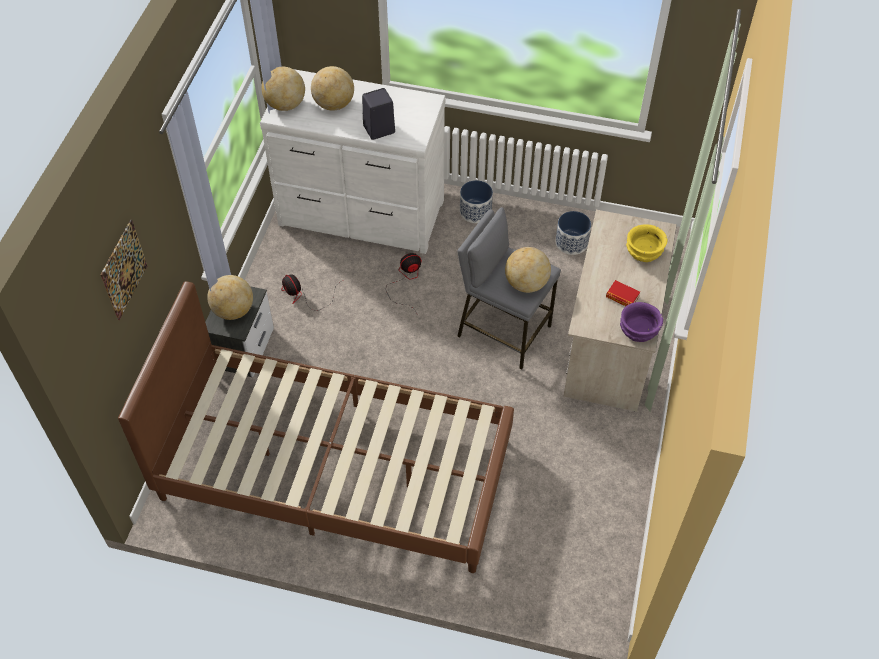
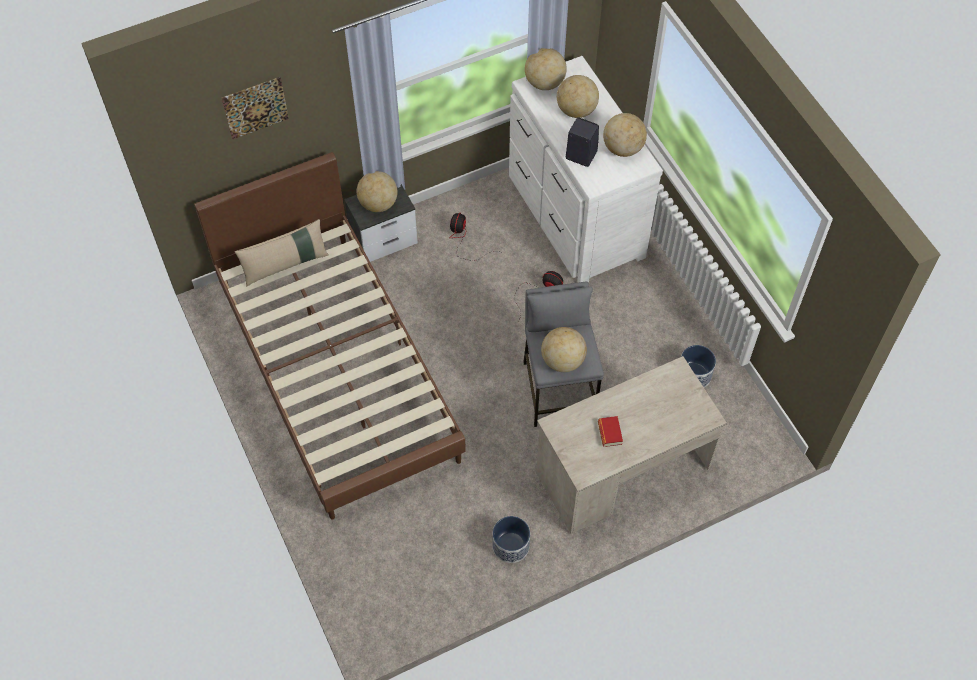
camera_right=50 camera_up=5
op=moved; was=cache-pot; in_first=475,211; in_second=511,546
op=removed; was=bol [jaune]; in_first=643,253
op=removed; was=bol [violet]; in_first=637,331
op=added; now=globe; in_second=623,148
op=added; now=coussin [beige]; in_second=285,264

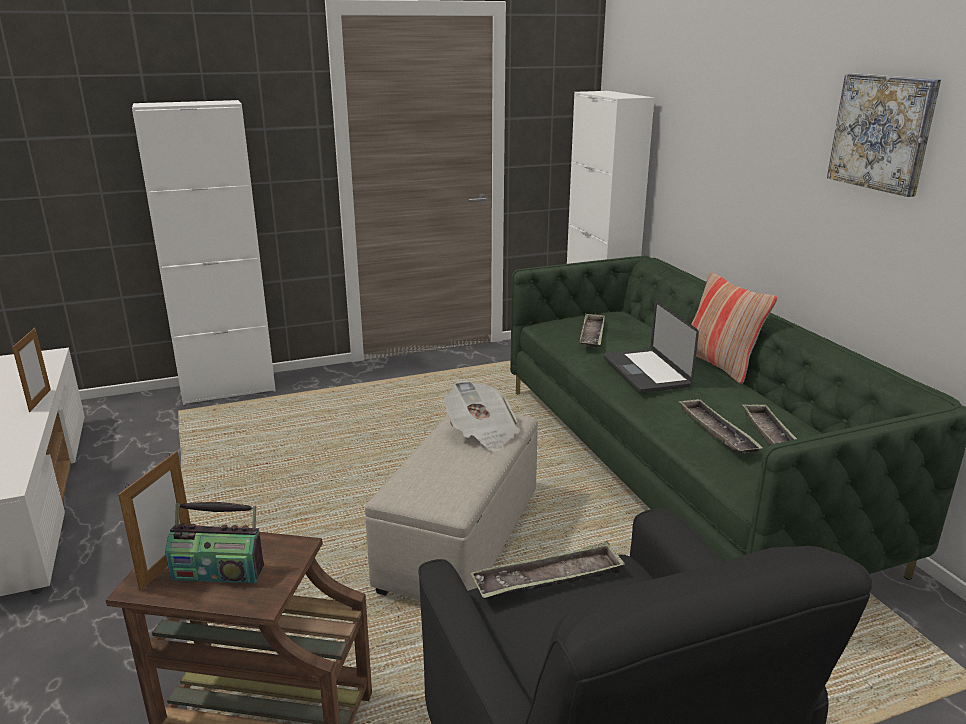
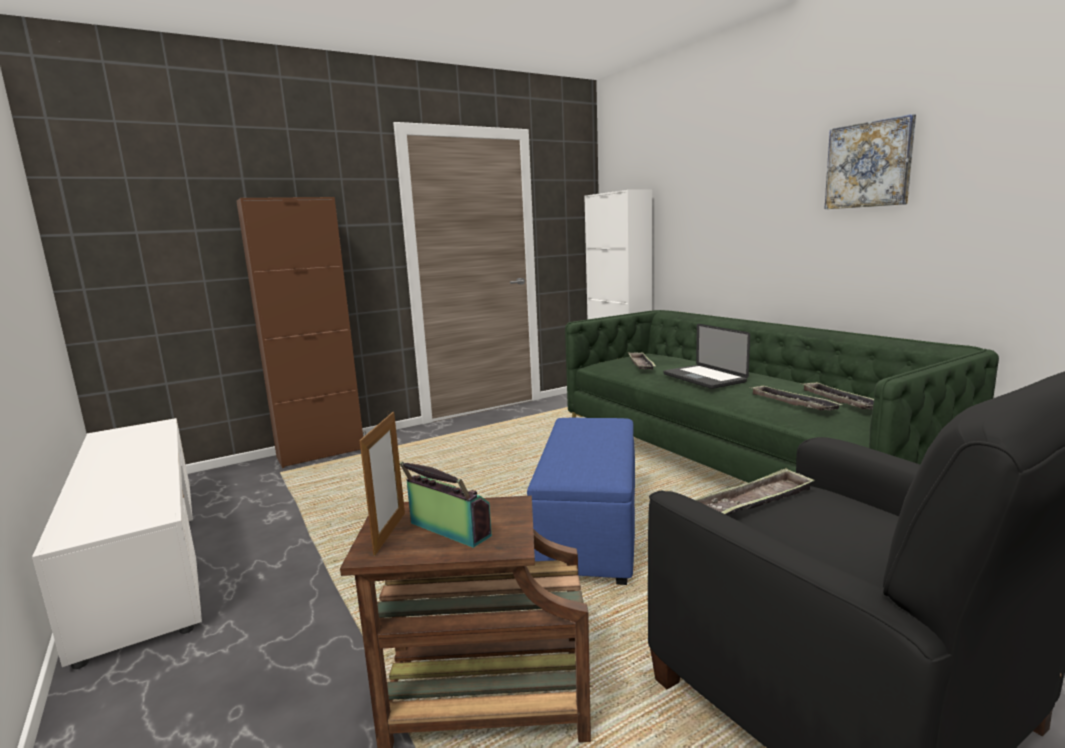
camera_right=-10 camera_up=-10
op=recoloured; was=meuble de rangement [blanc]; now=meuble de rangement [marron]; in_first=228,390; in_second=321,453
op=removed; was=coussin; in_first=719,364
op=removed; was=cadre photo; in_first=40,400
op=removed; was=journal; in_first=482,433
op=recoloured; was=pouf [beige]; now=pouf [bleu]; in_first=460,542; in_second=589,532
op=turned; was=radio; in_first=219,571; in_second=448,530; clockwise=-135

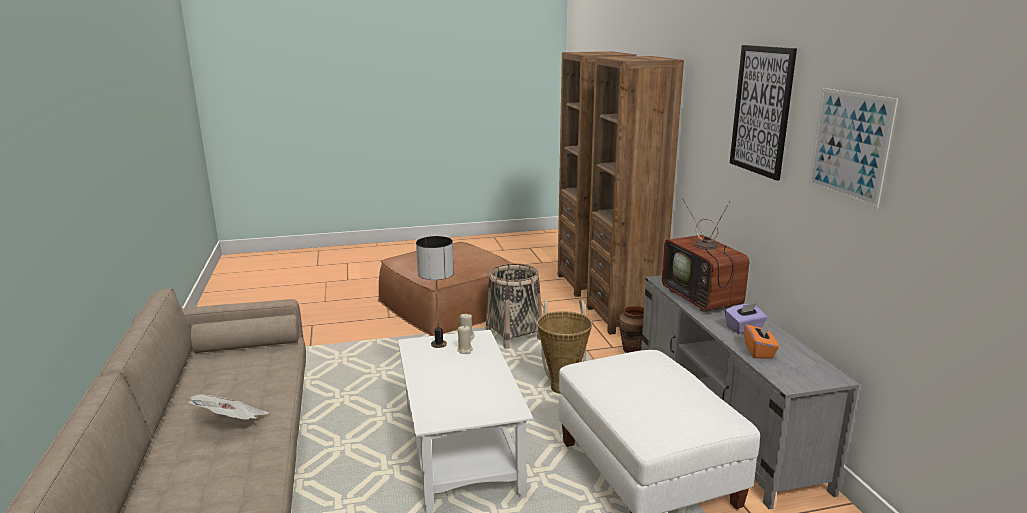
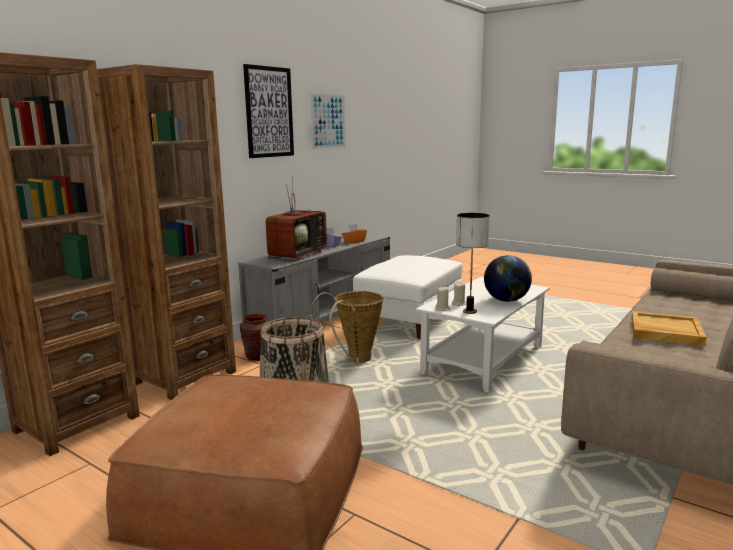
camera_right=-130 camera_up=-5
op=replaced; was=journal; now=plateau [beige]; in_first=232,423; in_second=665,331
op=added; now=globe; in_second=506,300

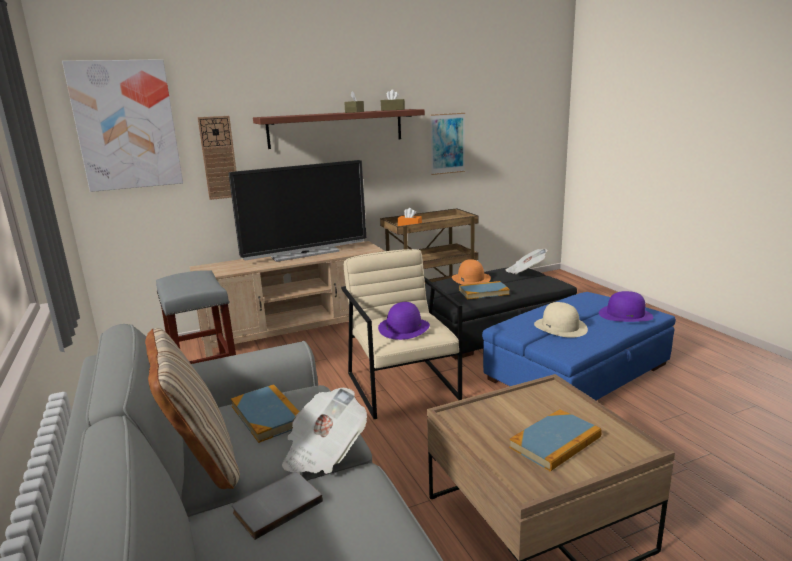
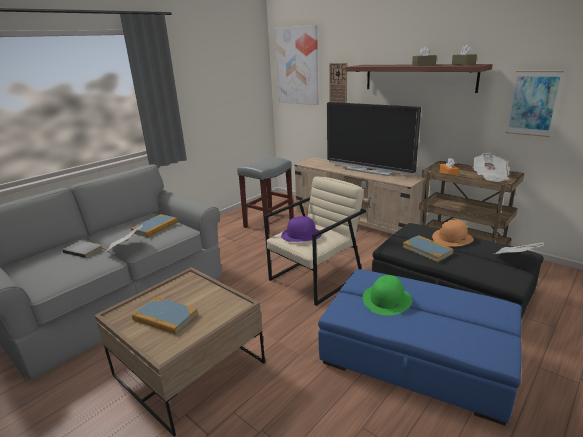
camera_right=65 camera_up=5
op=removed; was=chapeau [violet]; in_first=625,314
op=recoloured; was=chapeau [beige]; now=chapeau [vert]; in_first=560,327; in_second=387,300
op=removed; was=coussin [beige]; in_first=201,460
op=added; now=journal; in_second=489,177

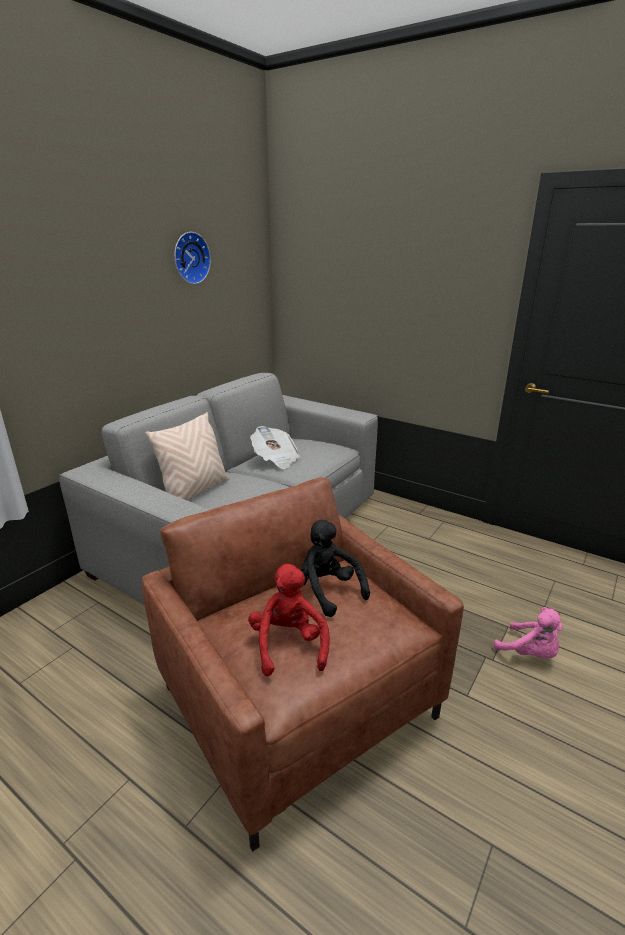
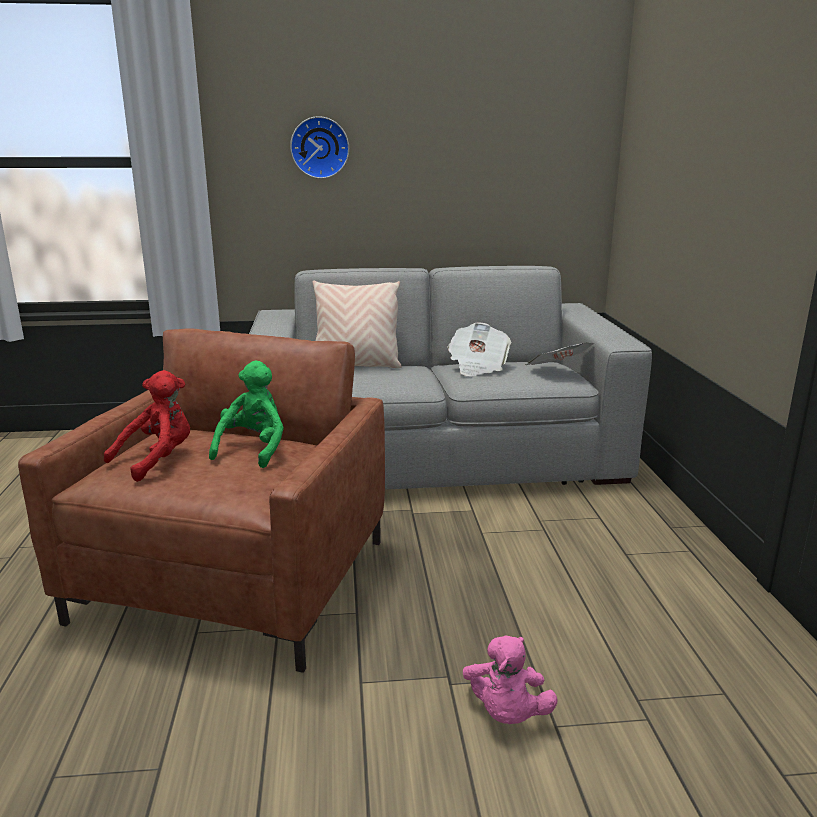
camera_right=50 camera_up=-5
op=moved; was=horloge murale; in_first=190,258; in_second=320,147
op=recoloured; was=peluche [noir]; now=peluche [vert]; in_first=327,591; in_second=253,449
op=added; now=journal; in_second=557,371

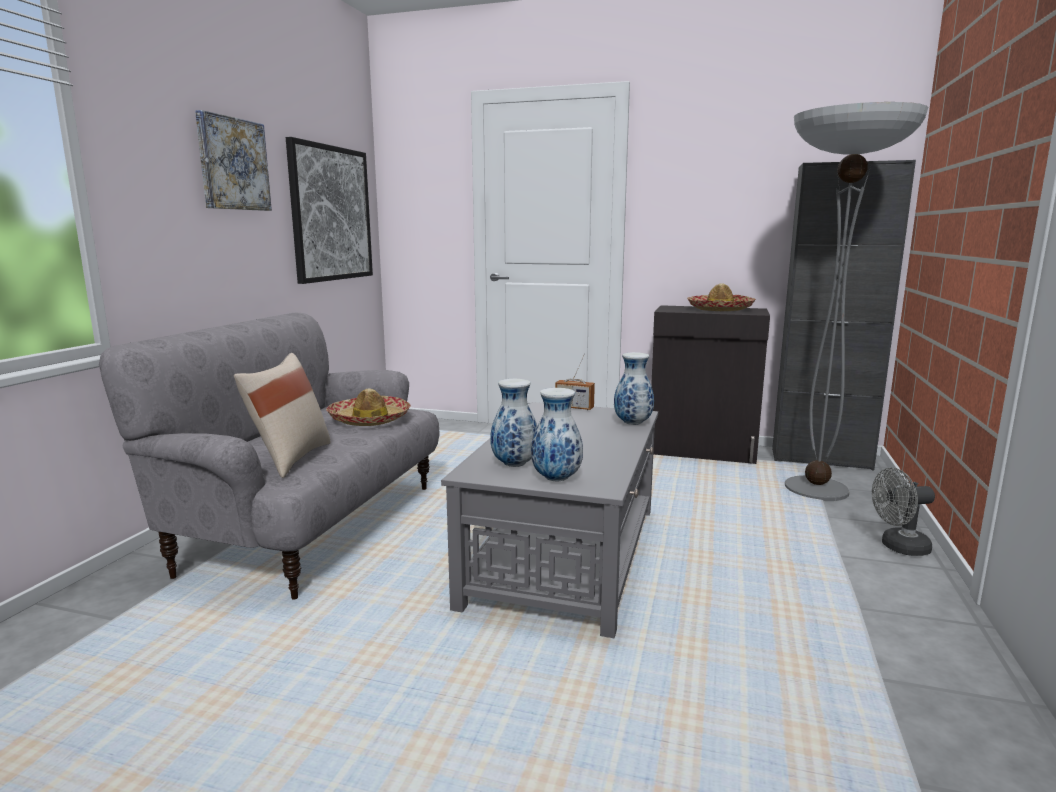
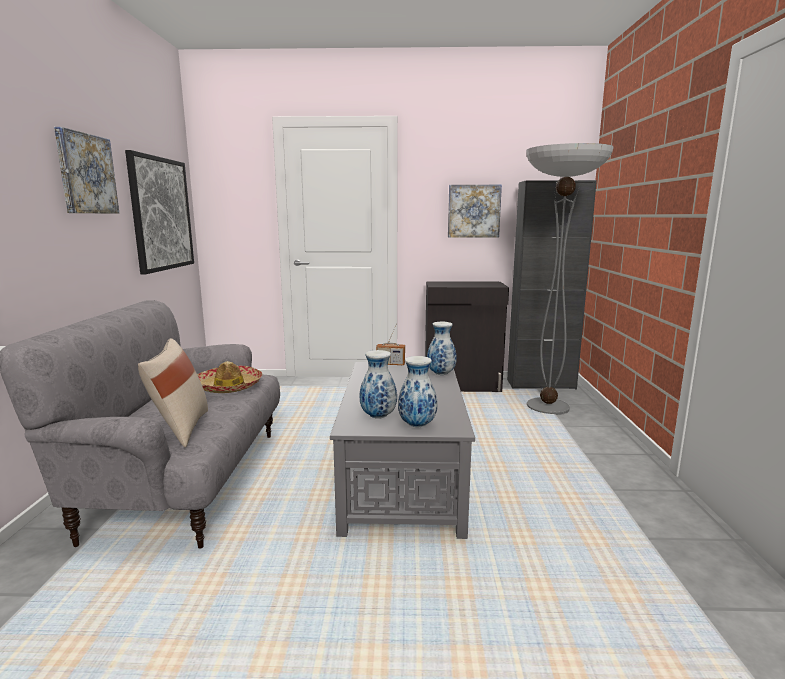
camera_right=-15 camera_up=0
op=removed; was=chapeau; in_first=720,309
op=removed; was=ventilateur [gris]; in_first=898,547
op=added; now=tableau; in_second=473,211

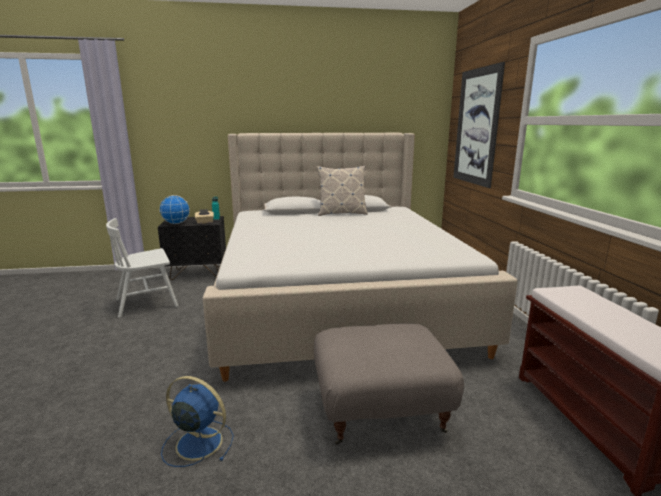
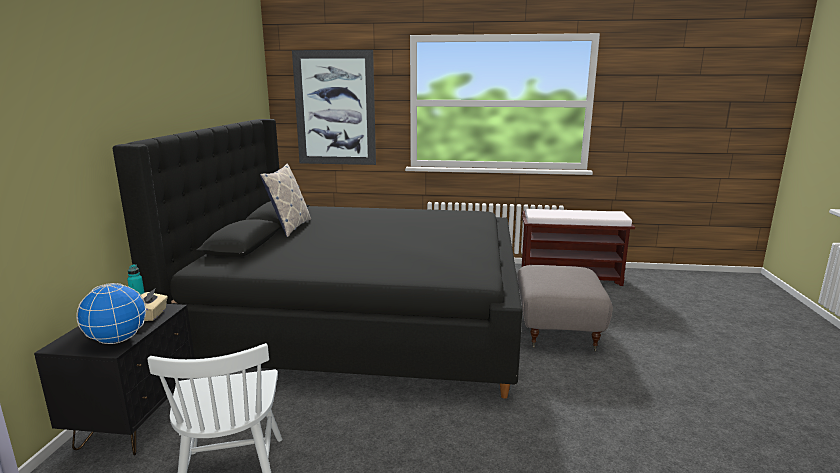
camera_right=-75 camera_up=0
op=recoloured; was=lit [beige]; now=lit [noir]; in_first=339,301; in_second=360,319
op=removed; was=ventilateur [bleu]; in_first=197,442

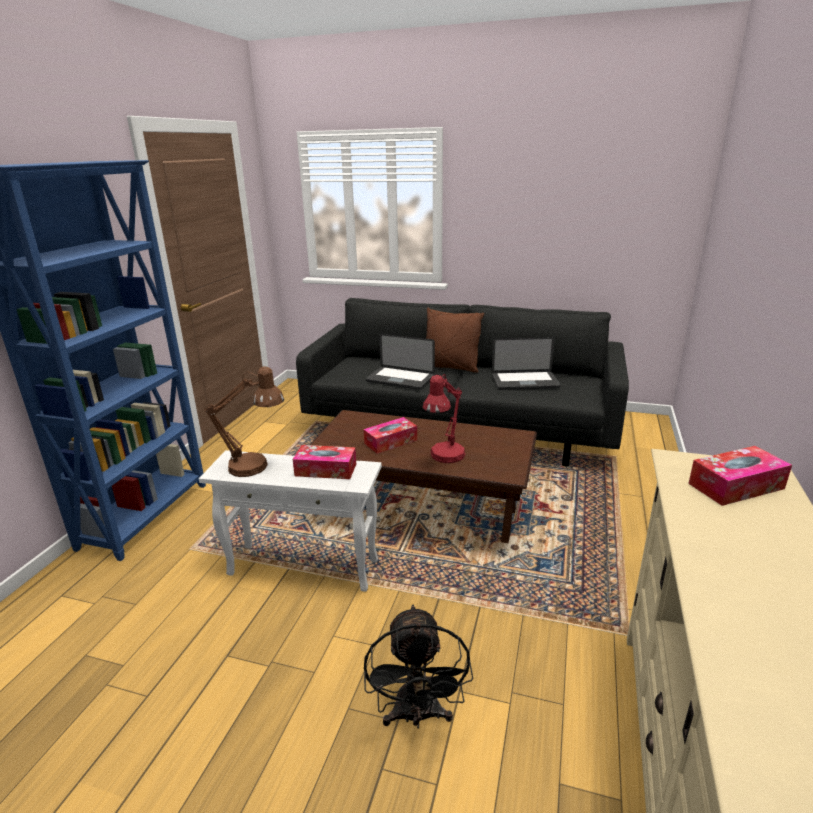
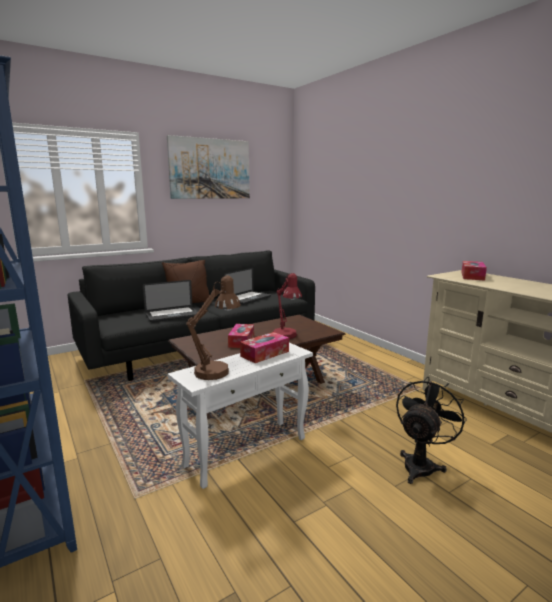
camera_right=-50 camera_up=-10
op=turned; was=ventilateur [noir]; in_first=417,716; in_second=421,464; clockwise=-90
op=added; now=tableau; in_second=210,169

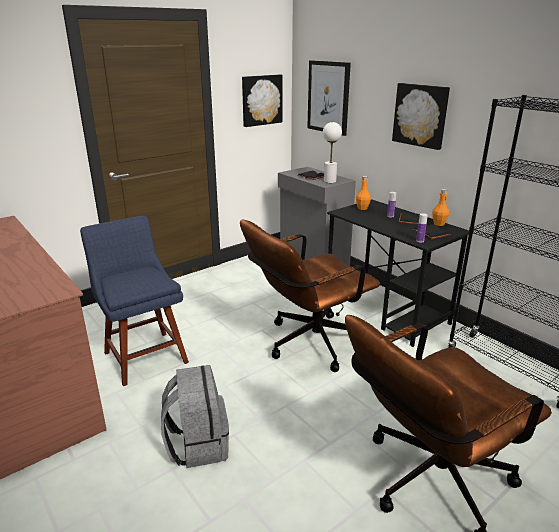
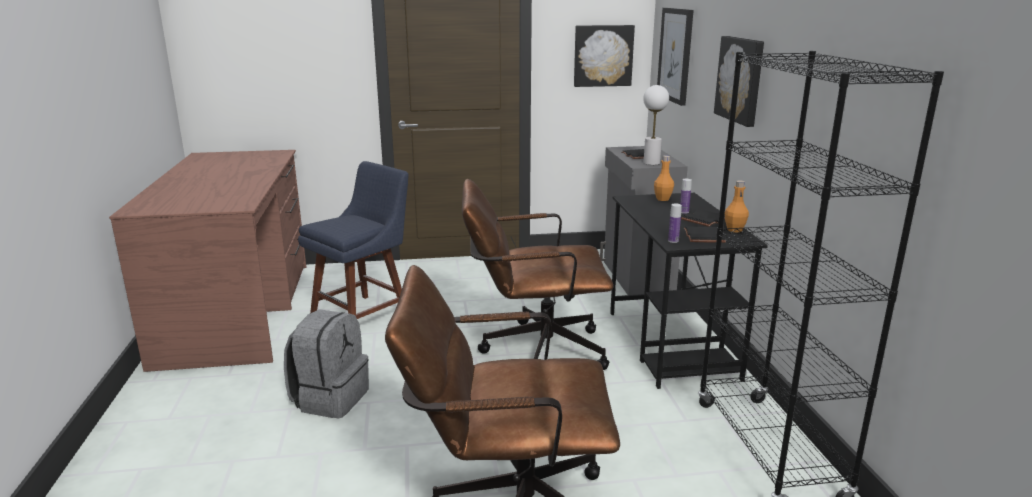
camera_right=30 camera_up=-5
op=turned; was=chaise [bleu]; in_first=144,355; in_second=364,315; clockwise=45

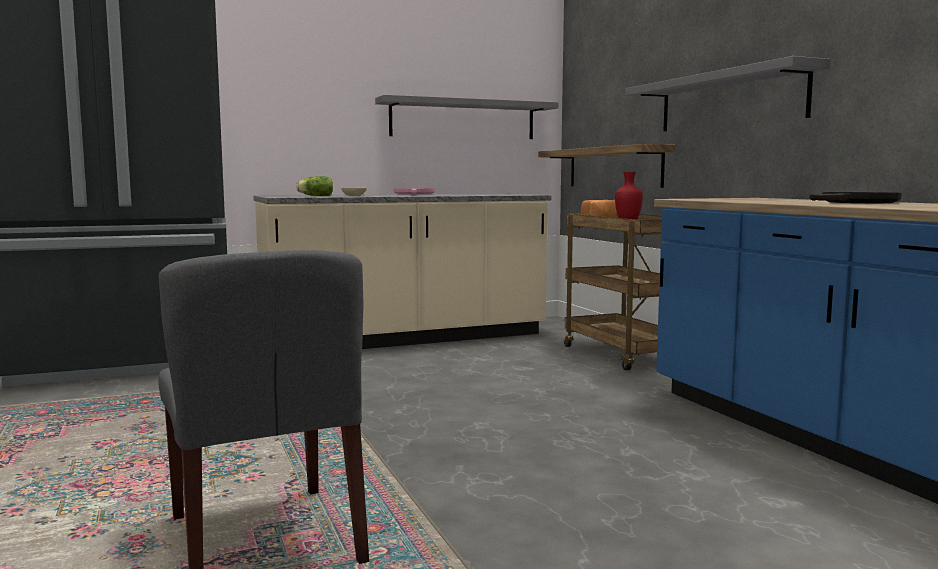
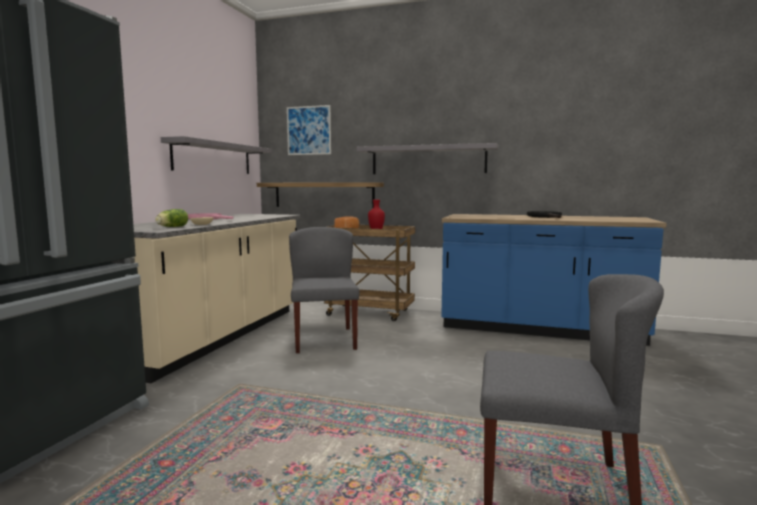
camera_right=-50 camera_up=0
op=added; now=tableau; in_second=309,130
op=added; now=chaise [gris]; in_second=324,339

